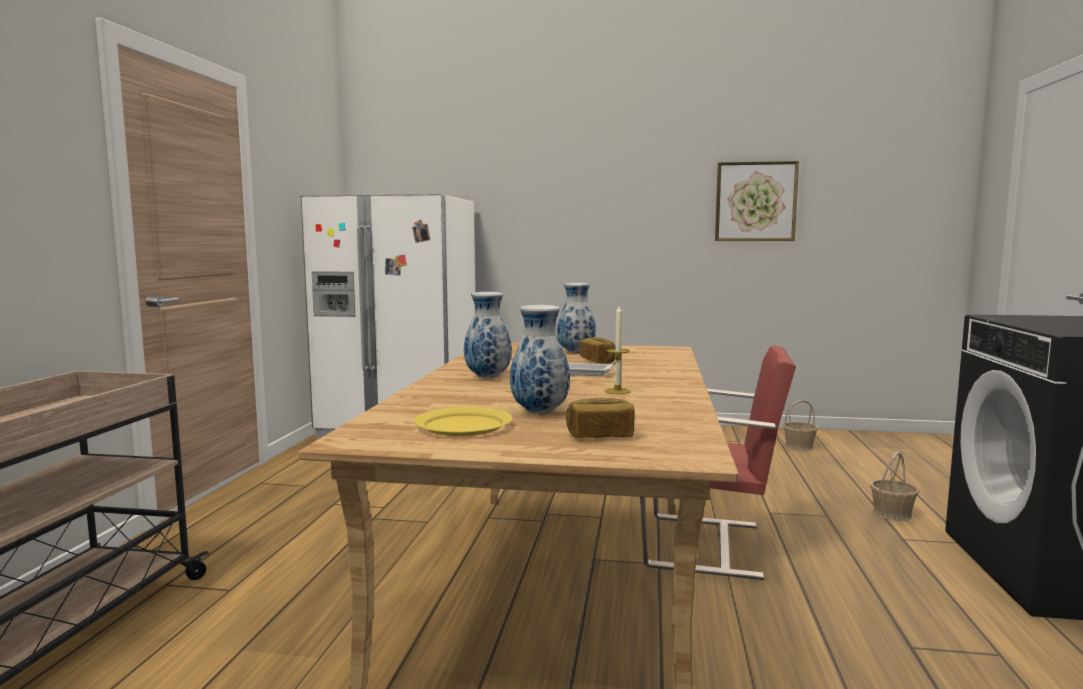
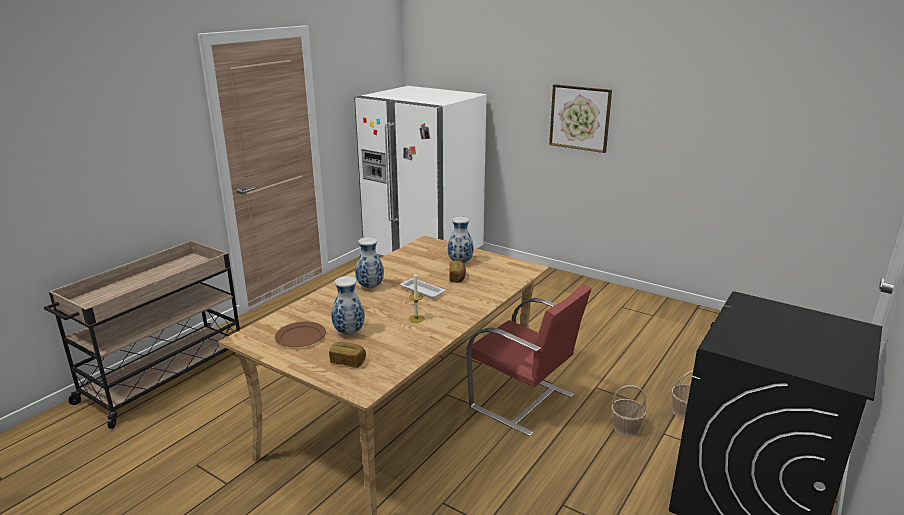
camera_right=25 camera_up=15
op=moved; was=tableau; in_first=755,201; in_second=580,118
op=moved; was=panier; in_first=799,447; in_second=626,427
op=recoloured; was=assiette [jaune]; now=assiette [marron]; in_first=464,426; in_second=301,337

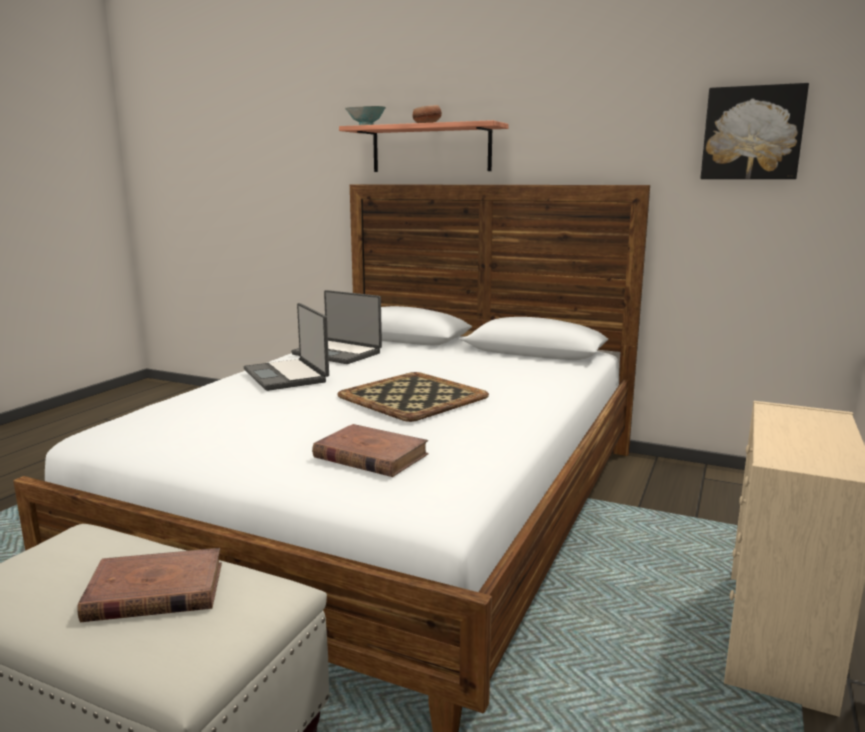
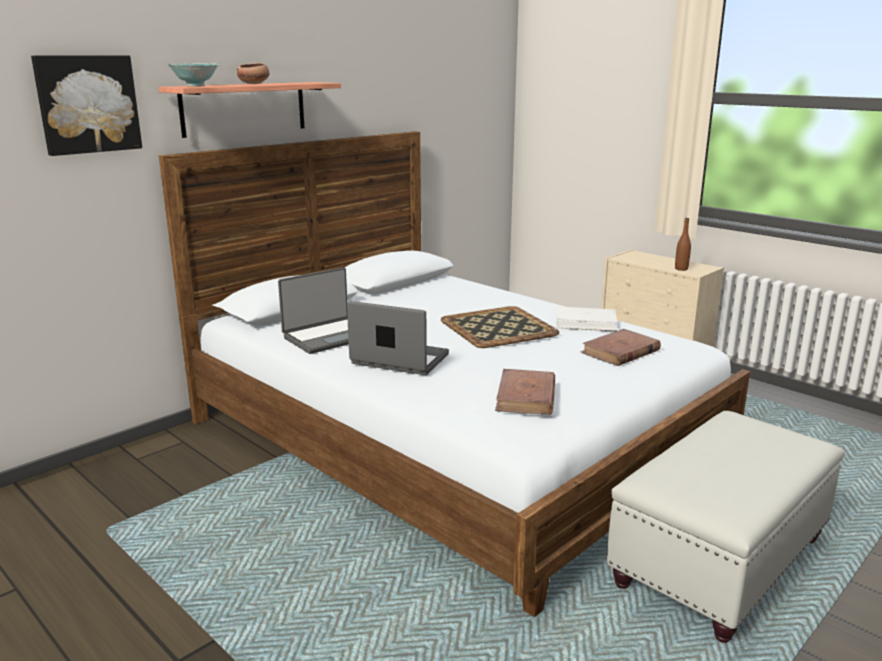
camera_right=-70 camera_up=5
op=moved; was=tableau; in_first=752,133; in_second=87,104
op=turned; was=ordinateur portable; in_first=287,376; in_second=399,360; clockwise=-150
op=moved; was=livre [marron]; in_first=154,592; in_second=526,396
op=added; now=bouteille [marron]; in_second=681,269
op=added; now=livre [blanc]; in_second=586,323

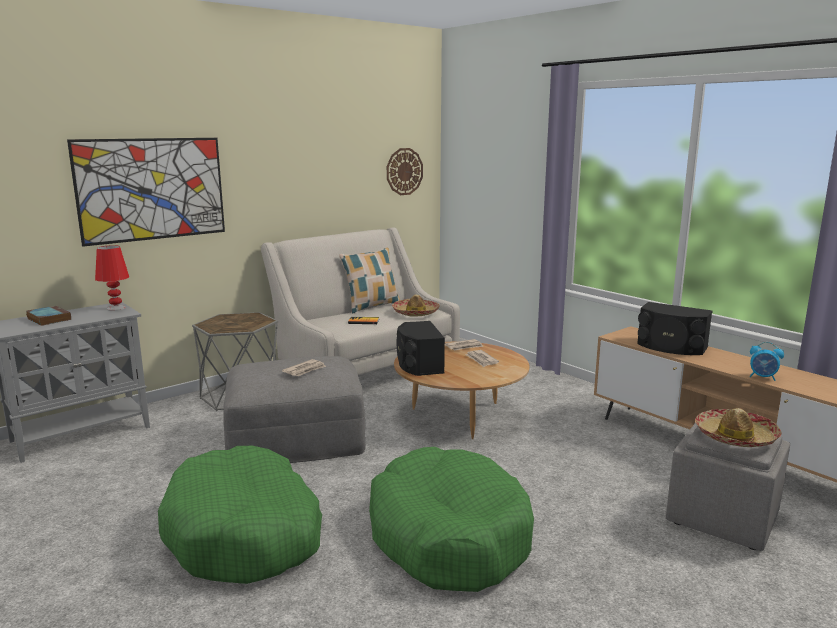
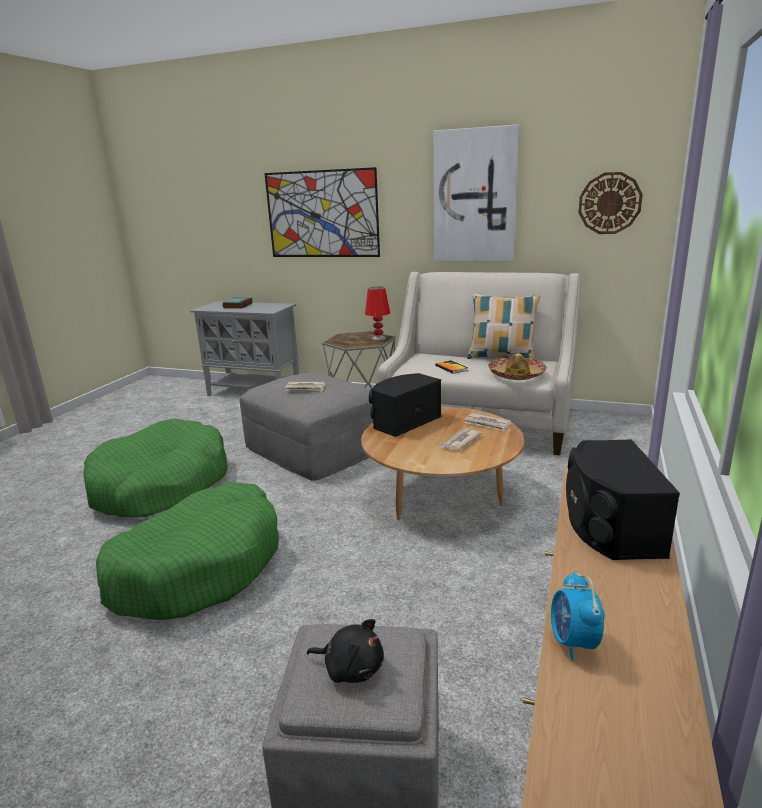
camera_right=60 camera_up=5
op=moved; was=lampe de table [rouge]; in_first=116,308; in_second=378,338
op=replaced; was=chapeau; now=peluche [noir]; in_first=735,437; in_second=351,668
op=added; now=tableau; in_second=475,196

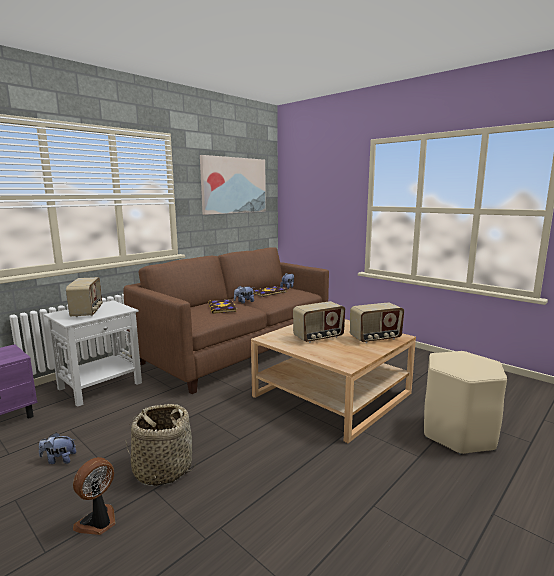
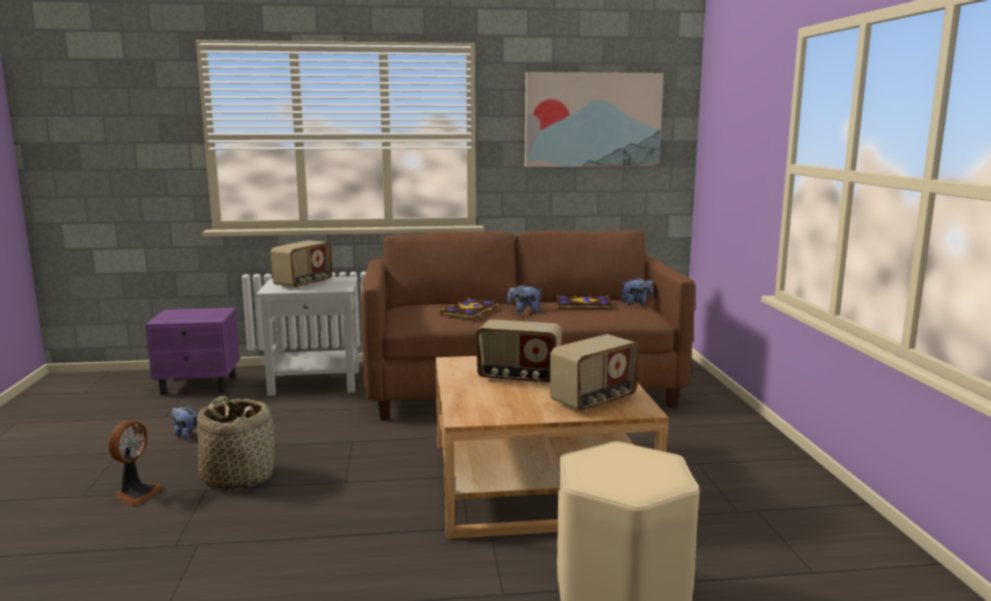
camera_right=40 camera_up=0
op=turned; was=radio; in_first=375,338; in_second=594,401; clockwise=-60
op=turned; was=ventilateur; in_first=98,522; in_second=136,494; clockwise=120

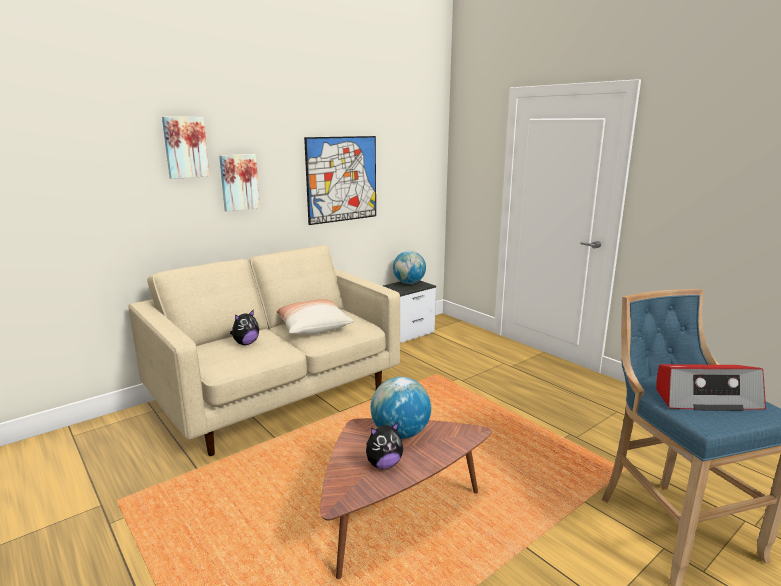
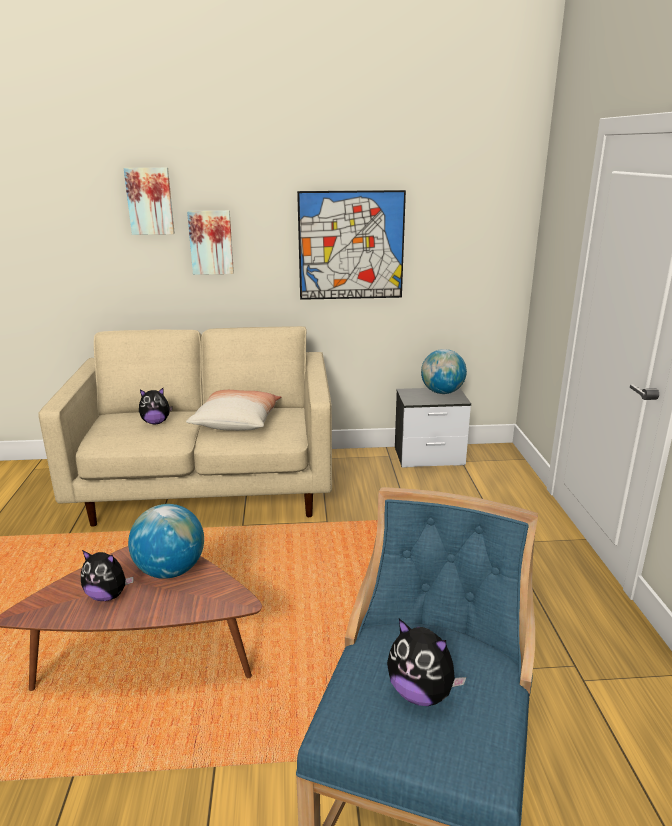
camera_right=35 camera_up=5
op=replaced; was=radio; now=peluche; in_first=705,399; in_second=421,693

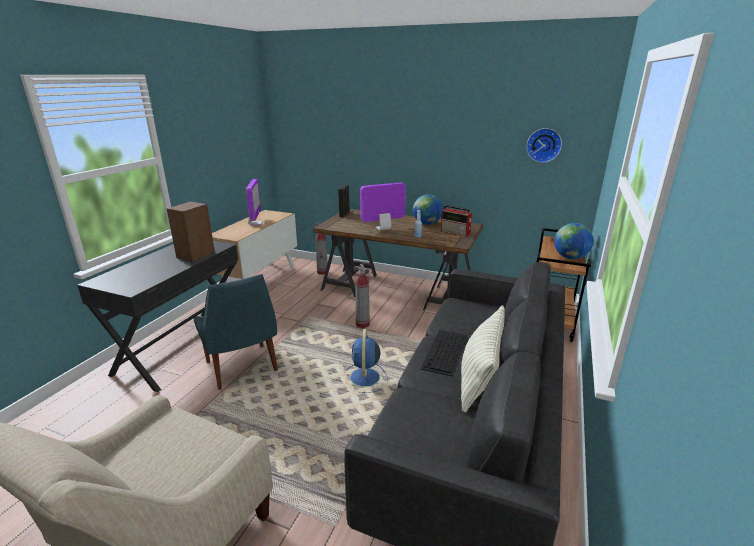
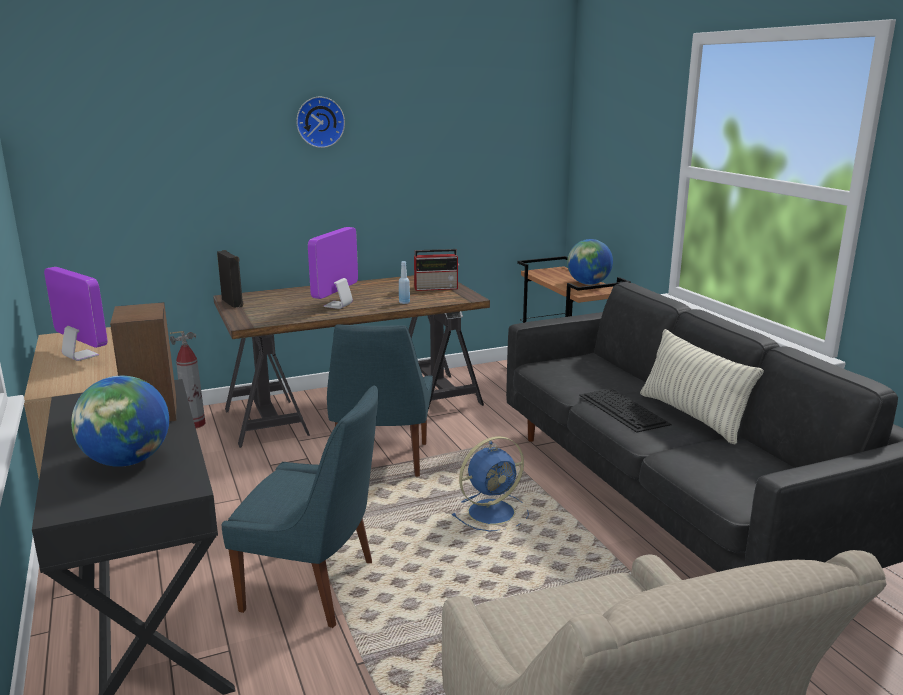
camera_right=-45 camera_up=-5
op=moved; was=horloge murale; in_first=544,145; in_second=319,122
op=moved; was=globe; in_first=427,224; in_second=127,461
op=replaced; was=extincteur; now=chaise [bleu]; in_first=362,324; in_second=381,460
op=turned; was=ventilateur [bleu]; in_first=365,378; in_second=493,511; clockwise=-75

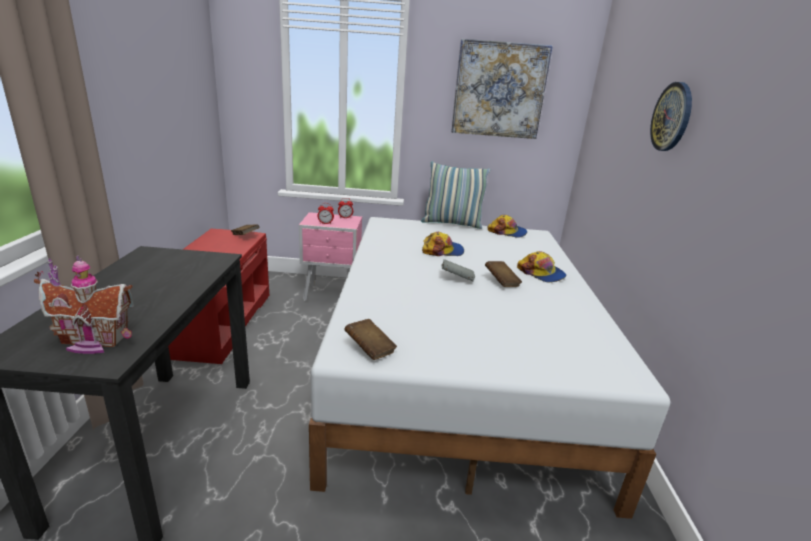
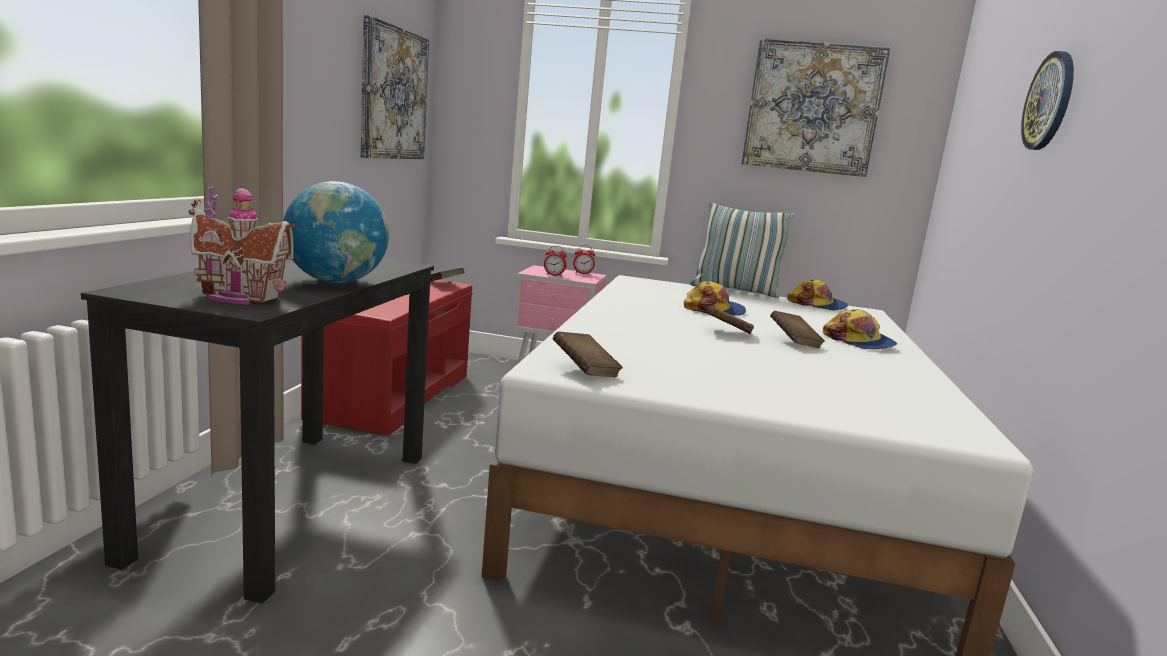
camera_right=10 camera_up=-10
op=recoloured; was=livre [gris]; now=livre [marron]; in_first=456,278; in_second=727,332
op=added; now=tableau; in_second=393,94
op=added; now=globe; in_second=336,281

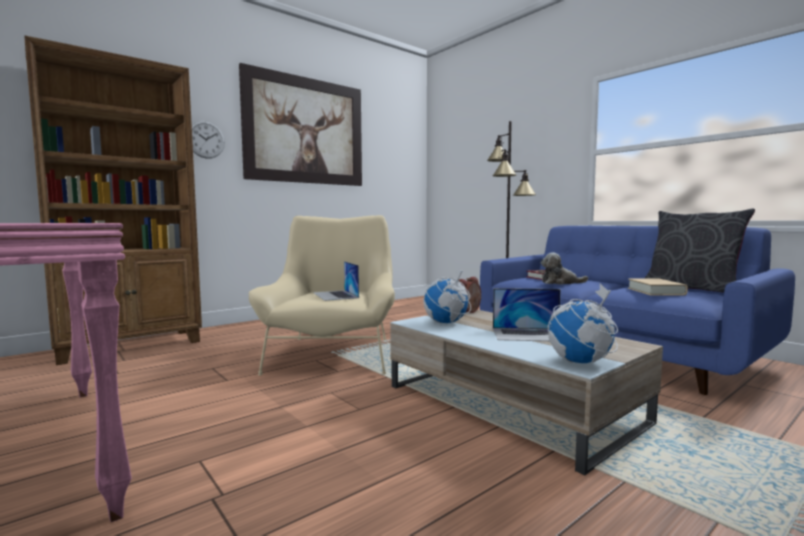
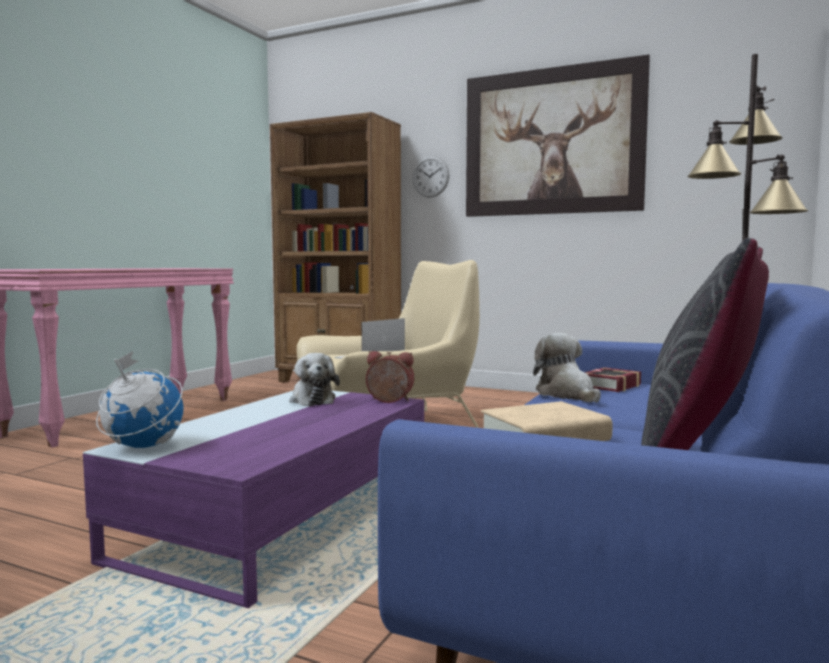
camera_right=65 camera_up=0
op=replaced; was=globe; now=peluche; in_first=446,323; in_second=312,400
op=removed; was=ordinateur portable; in_first=529,334
op=recoloured; was=table basse [beige]; now=table basse [violet]; in_first=509,403; in_second=283,517

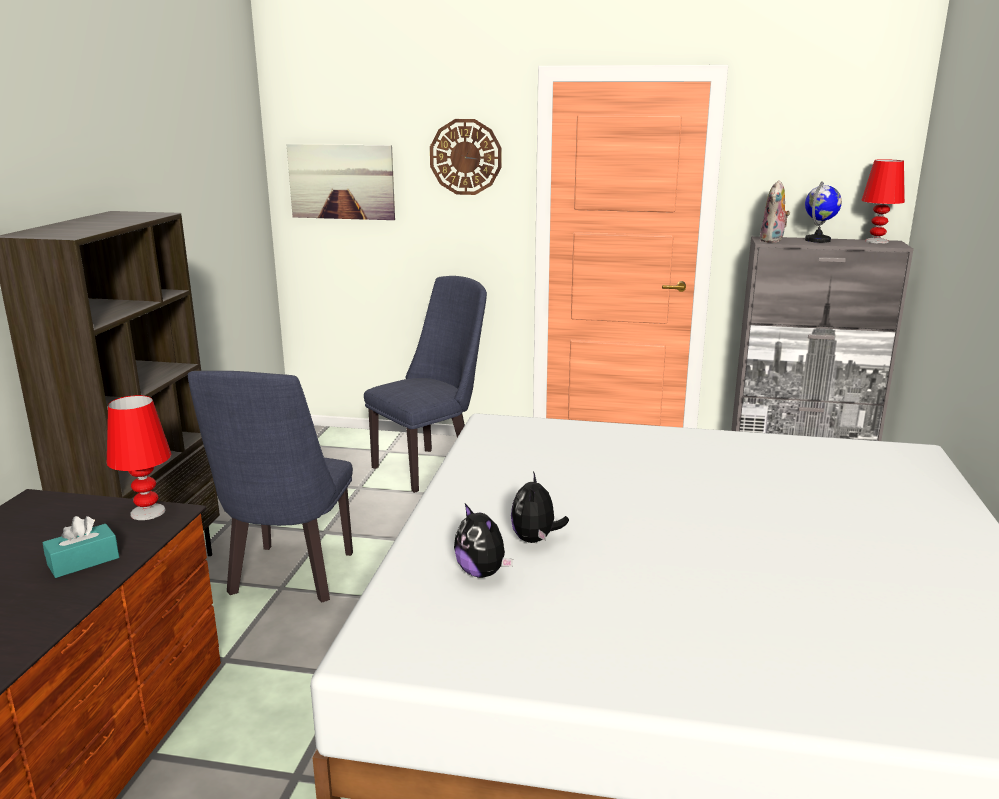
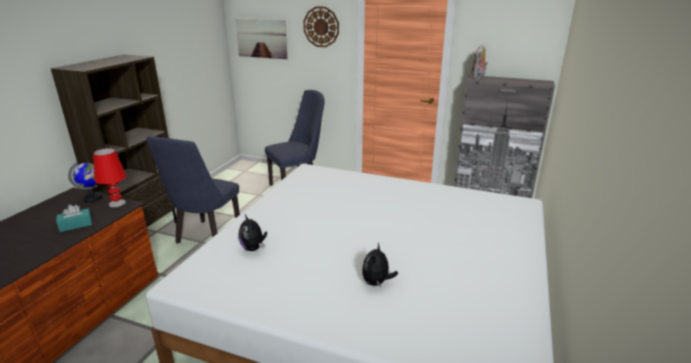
camera_right=10 camera_up=5
op=removed; was=lampe de table [rouge]; in_first=876,241
op=moved; was=globe; in_first=818,240; in_second=93,198
op=moved; was=peluche; in_first=535,540; in_second=377,282

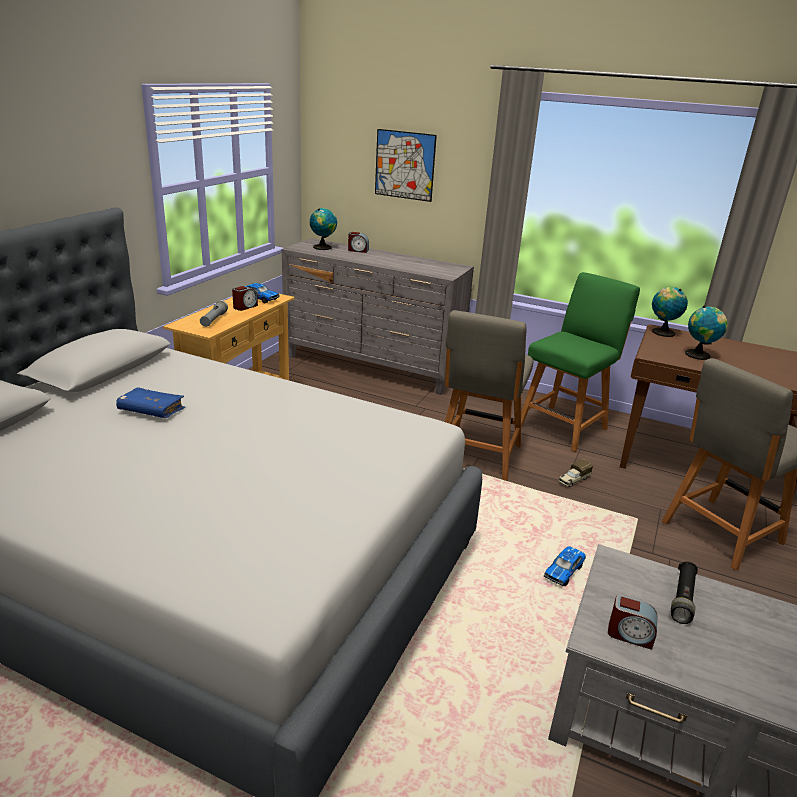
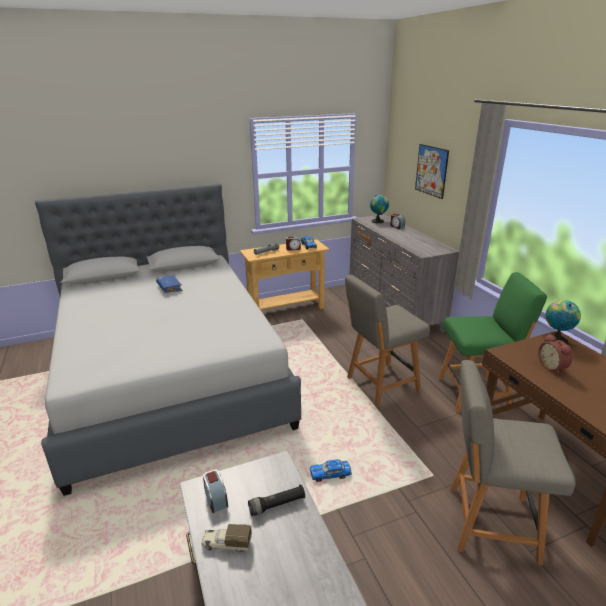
camera_right=45 camera_up=0
op=replaced; was=globe; now=réveil; in_first=699,355; in_second=553,367
op=moved; was=camion jouet; in_first=573,480; in_second=226,544

